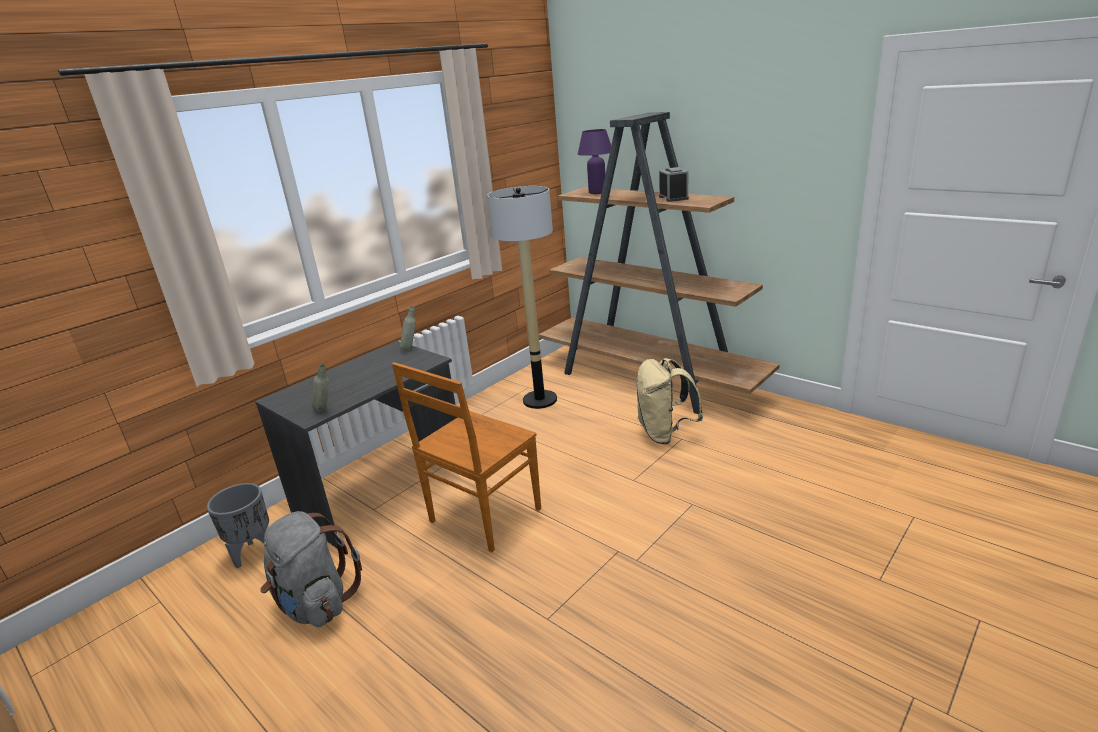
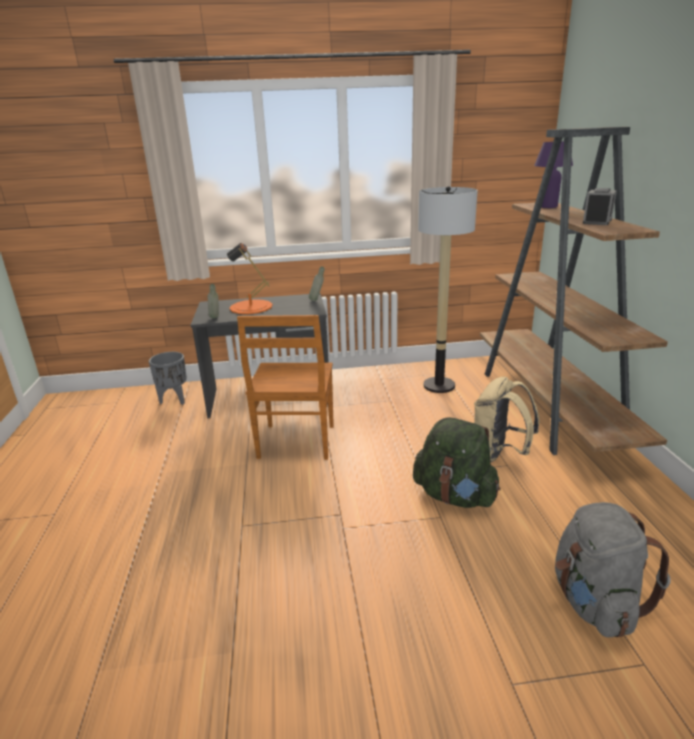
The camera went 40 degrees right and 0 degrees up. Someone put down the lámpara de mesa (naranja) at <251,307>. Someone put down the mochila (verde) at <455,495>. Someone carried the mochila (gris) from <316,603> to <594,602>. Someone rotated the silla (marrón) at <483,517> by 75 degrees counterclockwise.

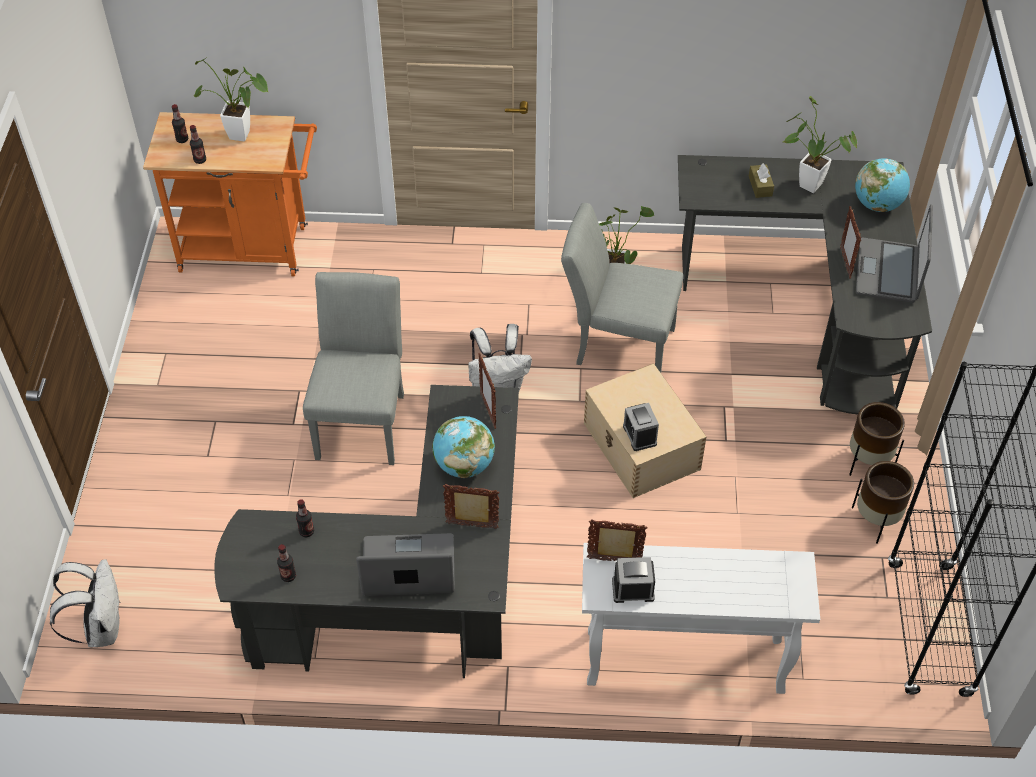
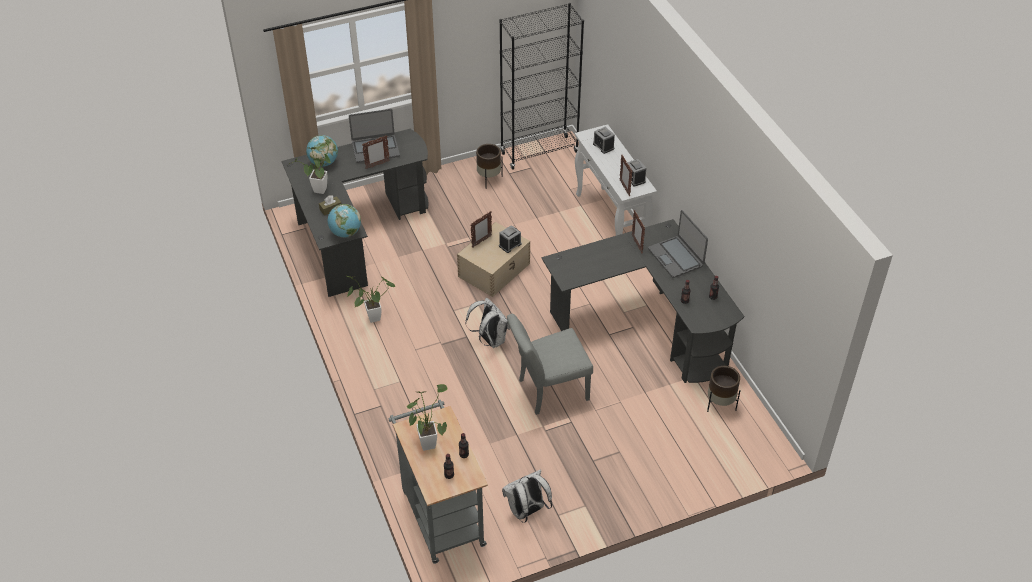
The camera went 115 degrees left and 5 degrees down. Someone took away the silla (gris) at <616,345>. Someone put down the despertador at <603,146>. Someone carried the mochila (blanco) from <101,627> to <527,511>. Someone carried the globo terráqueo from <464,465> to <345,233>. Someone carried the portarretratos from <488,410> to <481,241>. Someone carried the maceta (marrón) from <868,462> to <720,404>. Someone repainted the carrito (naranja) at <252,248>, which became the carrito (gris) at <440,513>.

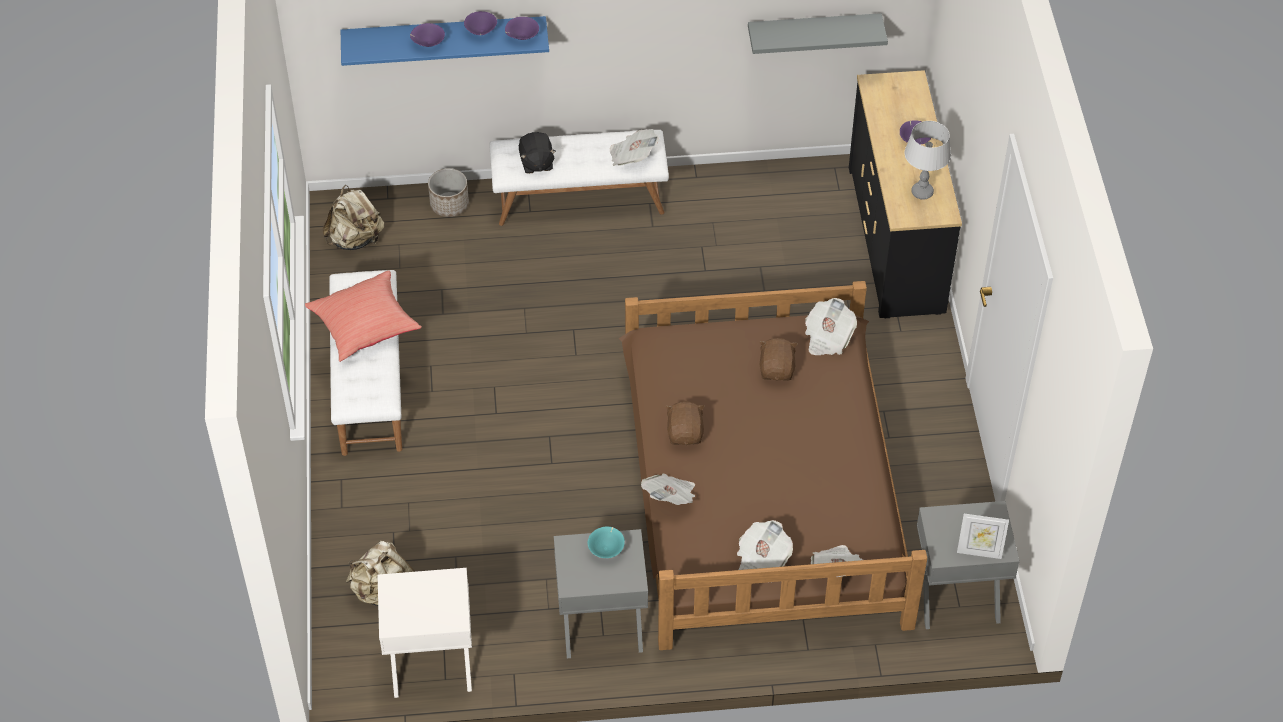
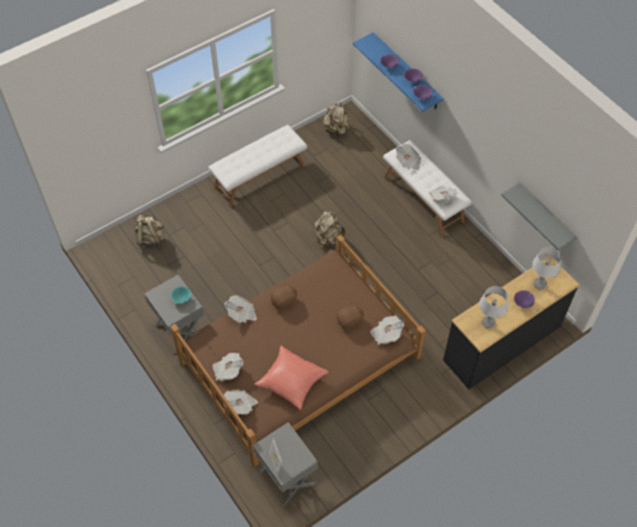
The camera went 60 degrees right and 5 degrees up. Someone took away the mesita de noche (blanco) at <431,664>. Someone took away the maceta at <450,204>. Someone put down the mochila (beis) at <328,238>. Someone put down the lámpara de mesa (gris) at <539,284>. Someone carried the cojín (rojo) from <365,327> to <291,383>. Someone swapped the peluche (negro) at <536,163> for the periódico at <408,162>.

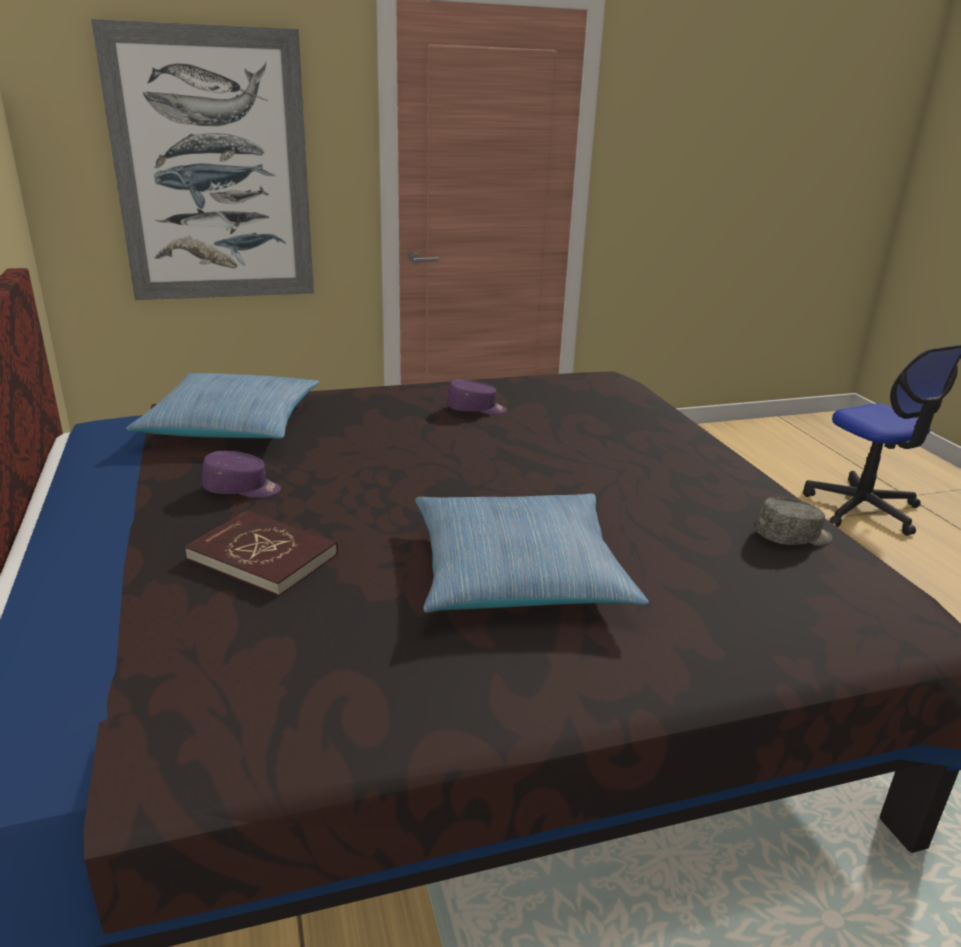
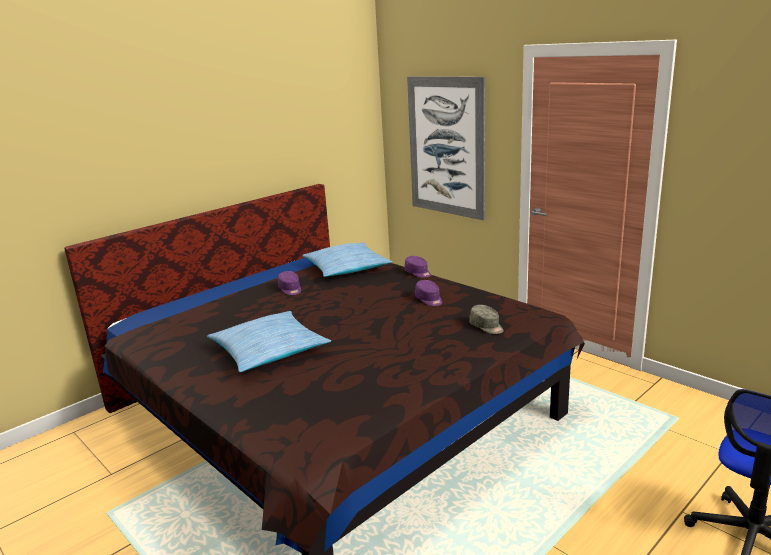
The camera went 65 degrees right and 5 degrees down. Someone took away the libro (rojo) at <263,556>. Someone put down the gorra (morado) at <418,273>. Someone carried the gorra (gris) from <793,537> to <486,327>.

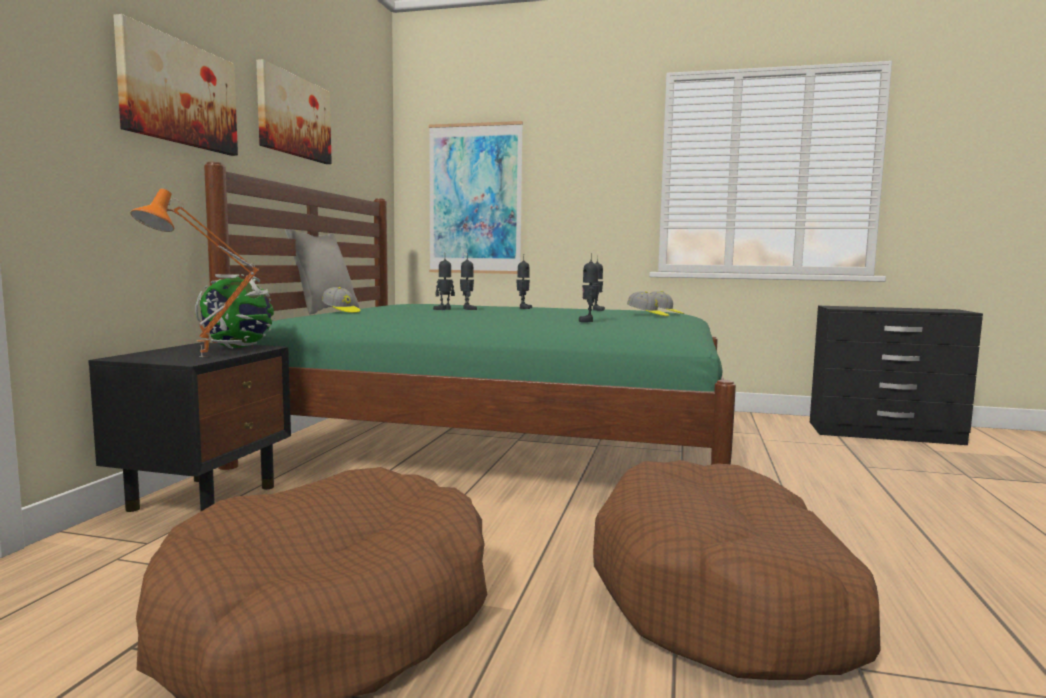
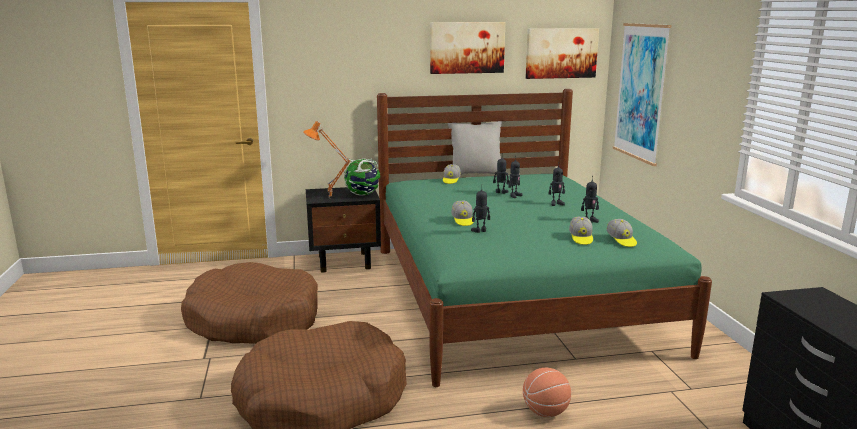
The camera went 65 degrees right and 10 degrees up. Someone put down the gorra at <462,220>. Someone put down the balón de baloncesto at <545,412>. Someone carried the cuadro from <178,93> to <561,53>.

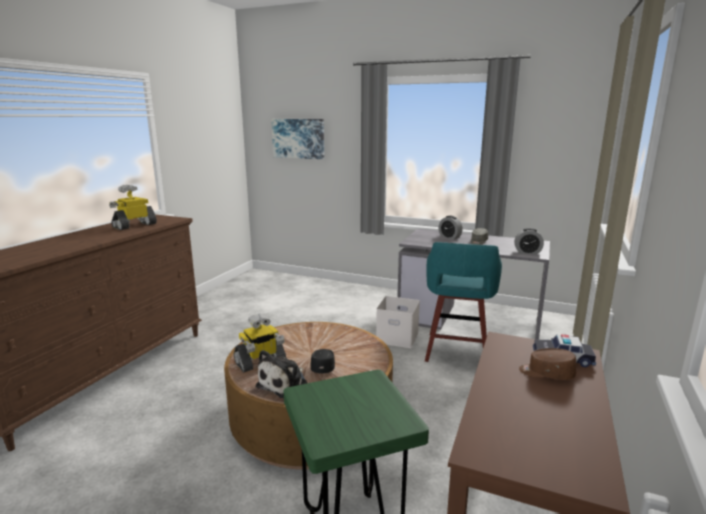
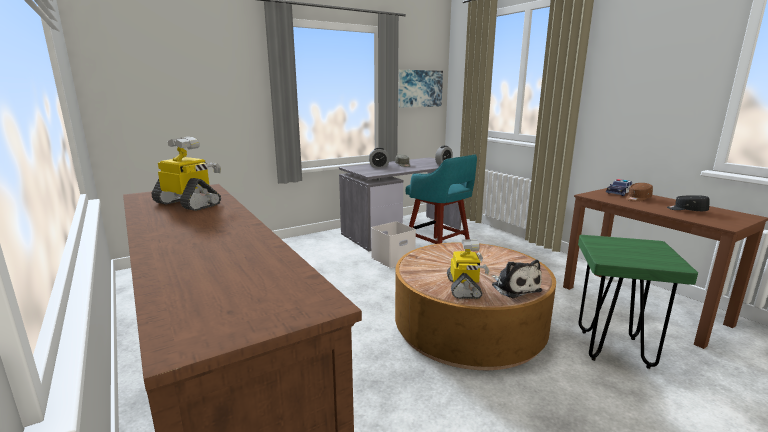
The camera went 55 degrees left and 0 degrees up. Someone carried the cuadro from <298,138> to <419,88>. Someone carried the gorra (negro) from <323,366> to <686,210>. Someone rotated the robot de juguete at <134,225> by 135 degrees clockwise.

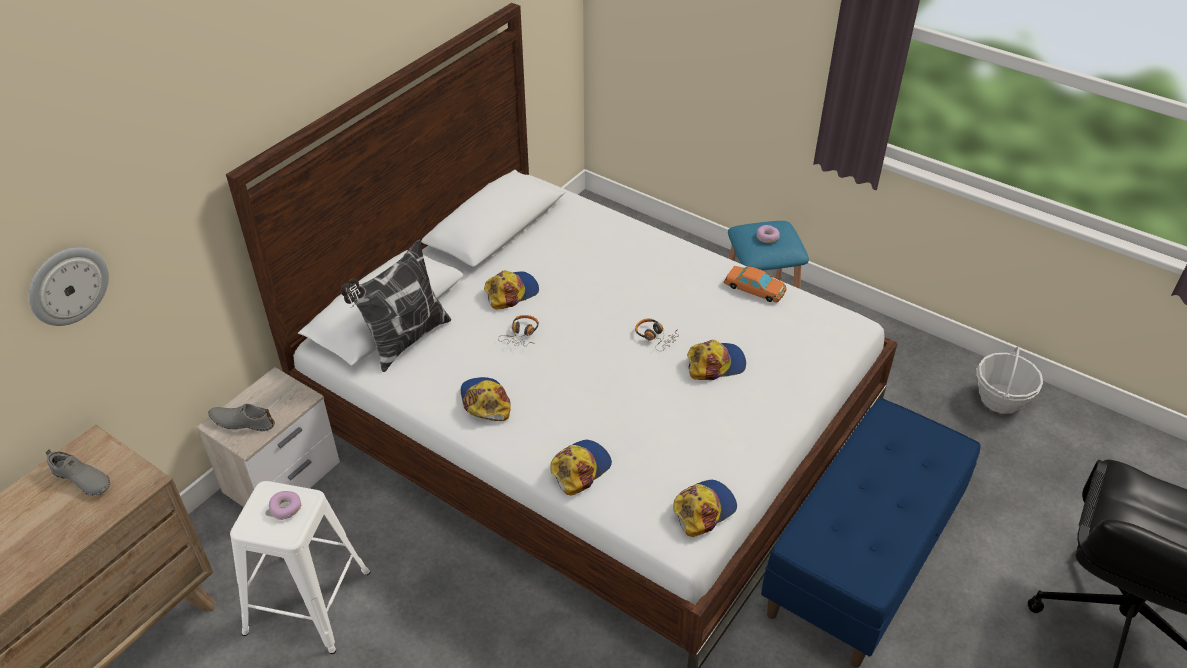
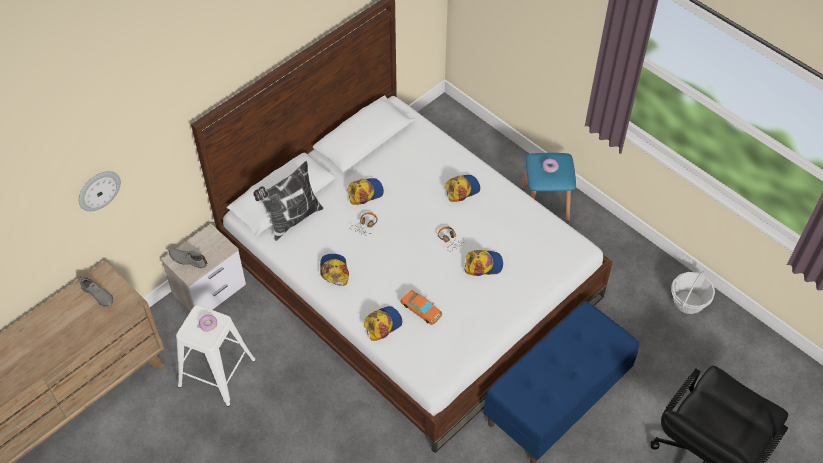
The camera went 10 degrees right and 10 degrees up. Someone carried the gorra from <703,509> to <462,189>. Someone carried the coche de juguete (naranja) from <755,288> to <421,309>.

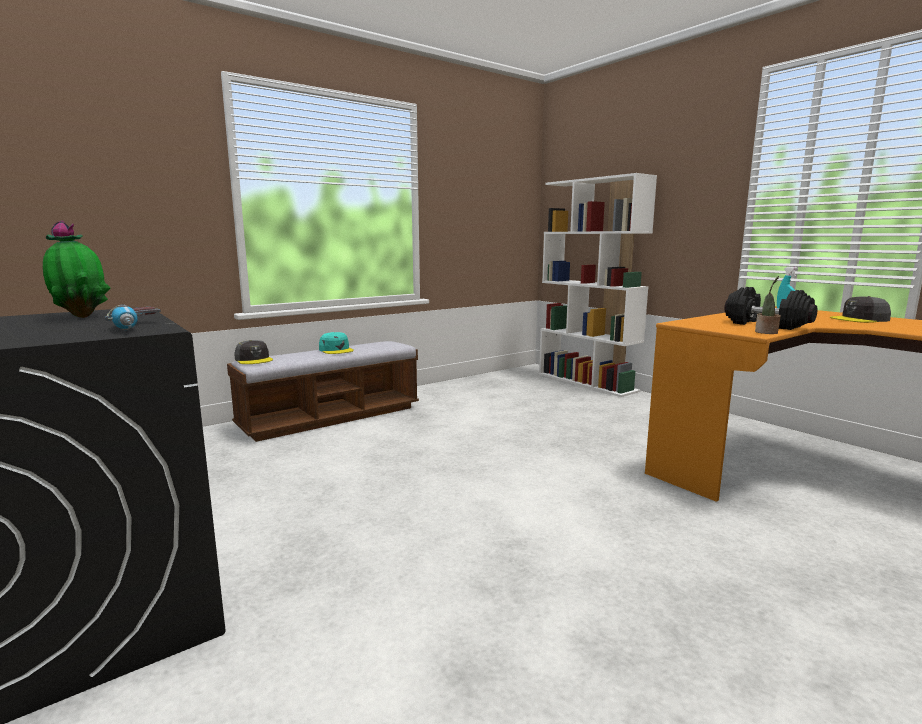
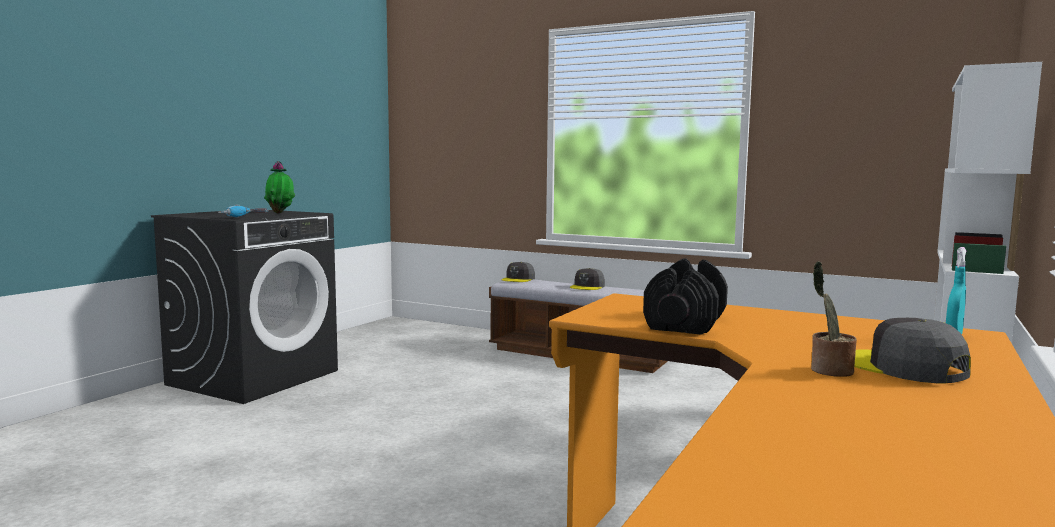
The camera went 65 degrees right and 5 degrees down. Someone carried the planta en maceta from <766,332> to <829,371>. Someone repainted the gorra (turquesa) at <336,350>, which became the gorra (gris) at <587,286>.

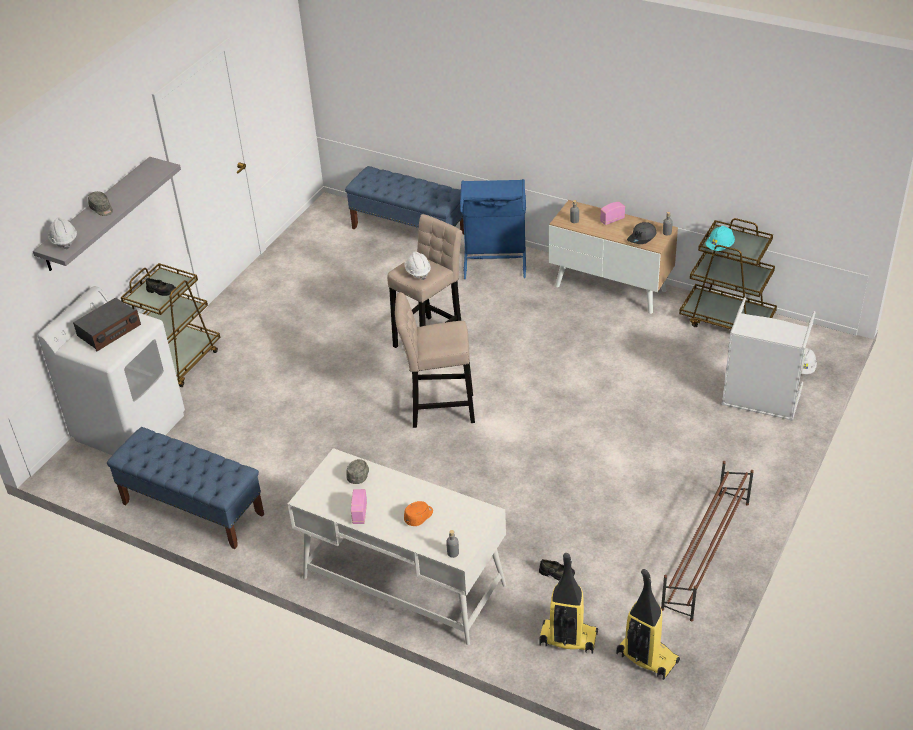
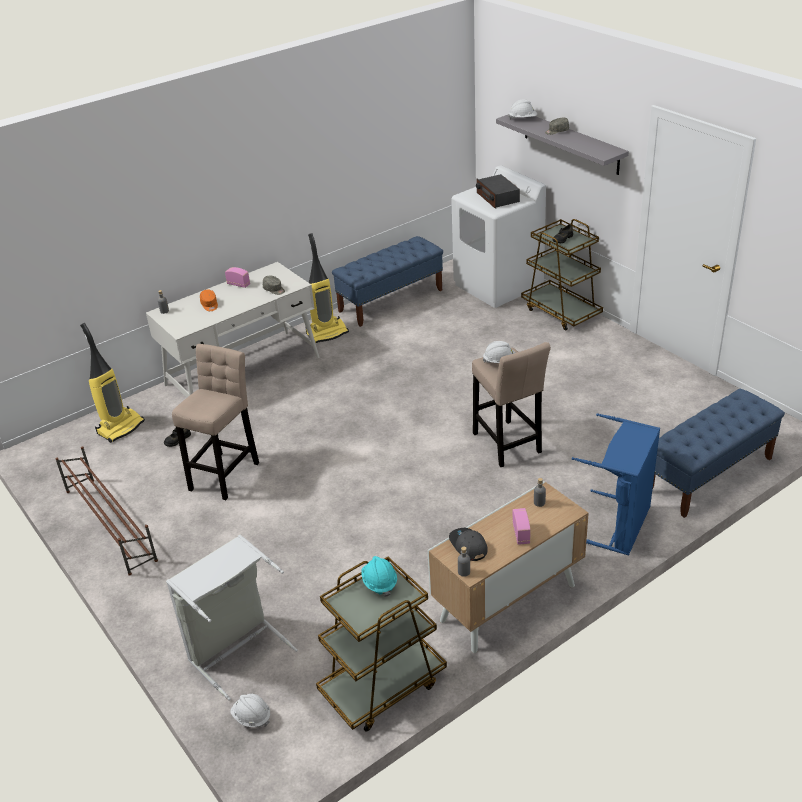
The camera went 115 degrees right and 5 degrees down. Someone carried the taburete (beis) from <438,409> to <226,473>. Someone carried the aspiradora from <646,658> to <327,333>.

